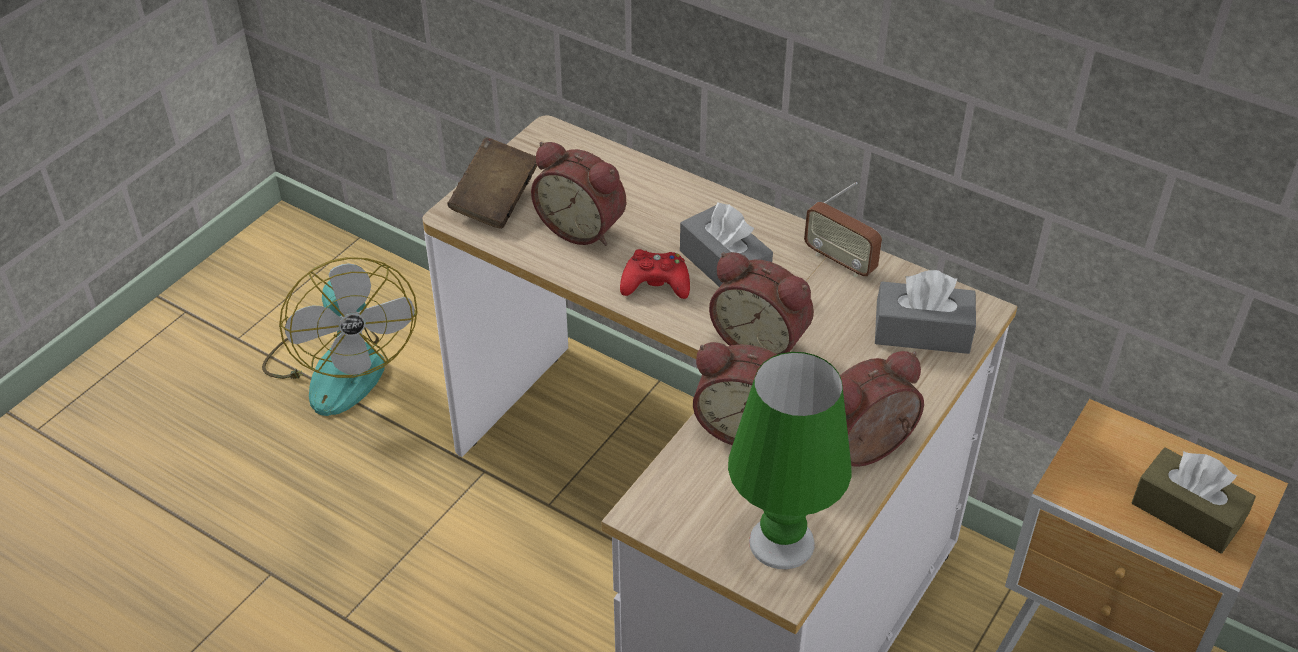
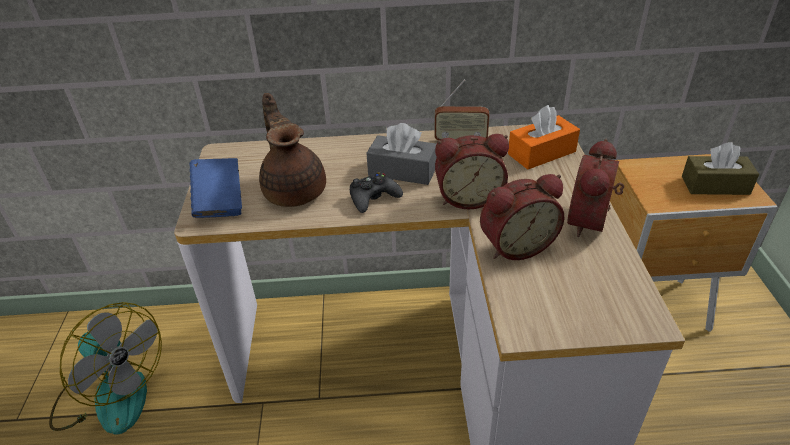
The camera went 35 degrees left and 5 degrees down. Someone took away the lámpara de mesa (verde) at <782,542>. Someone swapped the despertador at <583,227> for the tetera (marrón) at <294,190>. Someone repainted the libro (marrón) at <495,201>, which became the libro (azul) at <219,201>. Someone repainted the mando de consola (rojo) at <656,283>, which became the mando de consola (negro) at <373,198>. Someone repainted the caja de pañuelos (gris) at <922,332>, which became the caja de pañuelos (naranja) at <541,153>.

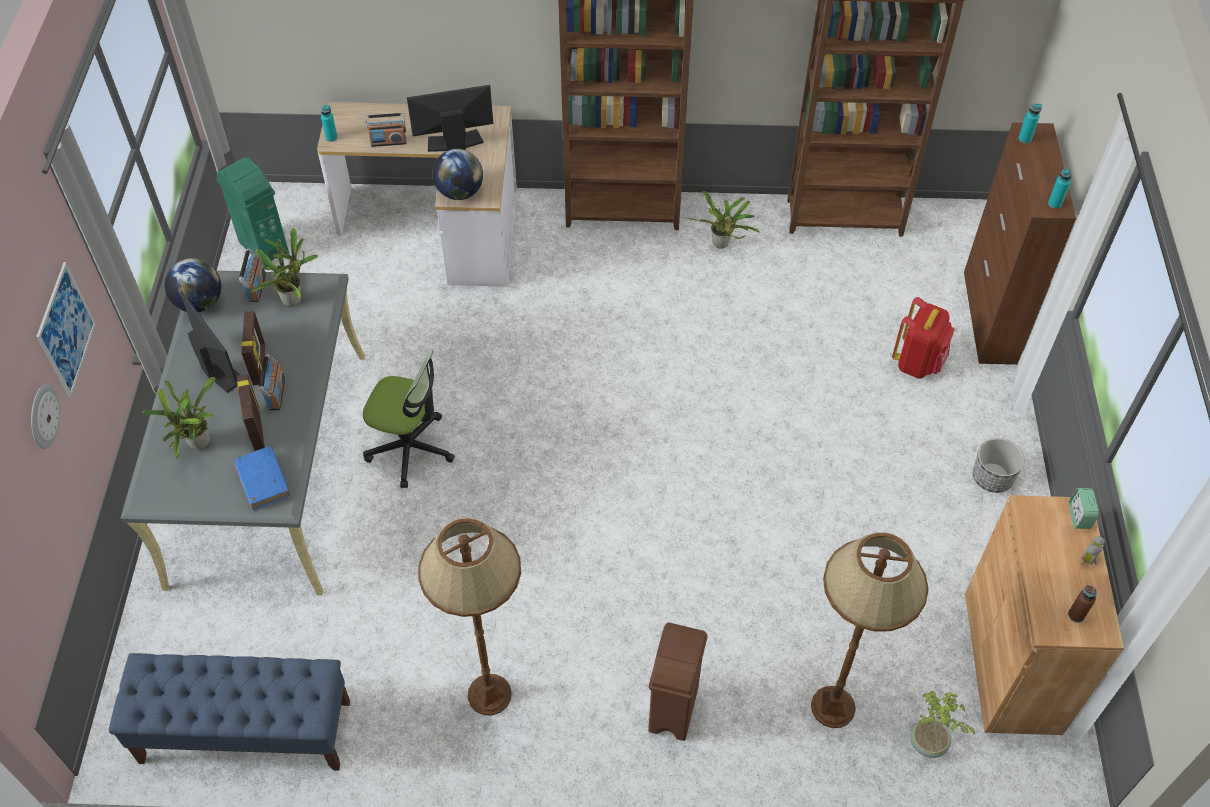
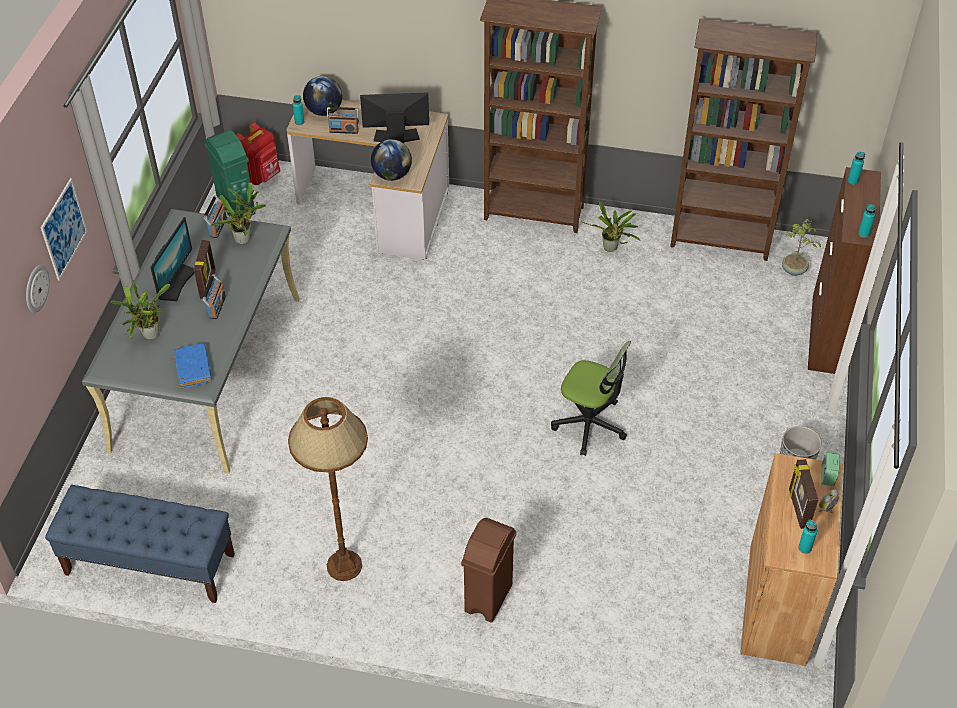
The camera went 10 degrees right and 5 degrees down. Someone took away the lámpara de pie (marrón) at <833,706>. Someone carried the globo terráqueo from <199,303> to <324,111>. Someone carried the portarretratos from <256,429> to <798,508>. Someone carried the silla de oficina from <410,448> to <589,424>. Someone carried the mochila (rojo) from <918,362> to <262,176>. Someone carried the planta en maceta from <927,744> to <793,271>. Someone repainted the botella (marrón) at <1076,615>, which became the botella (turquesa) at <804,548>. Someone rotated the monitor at <218,368> by 45 degrees clockwise.

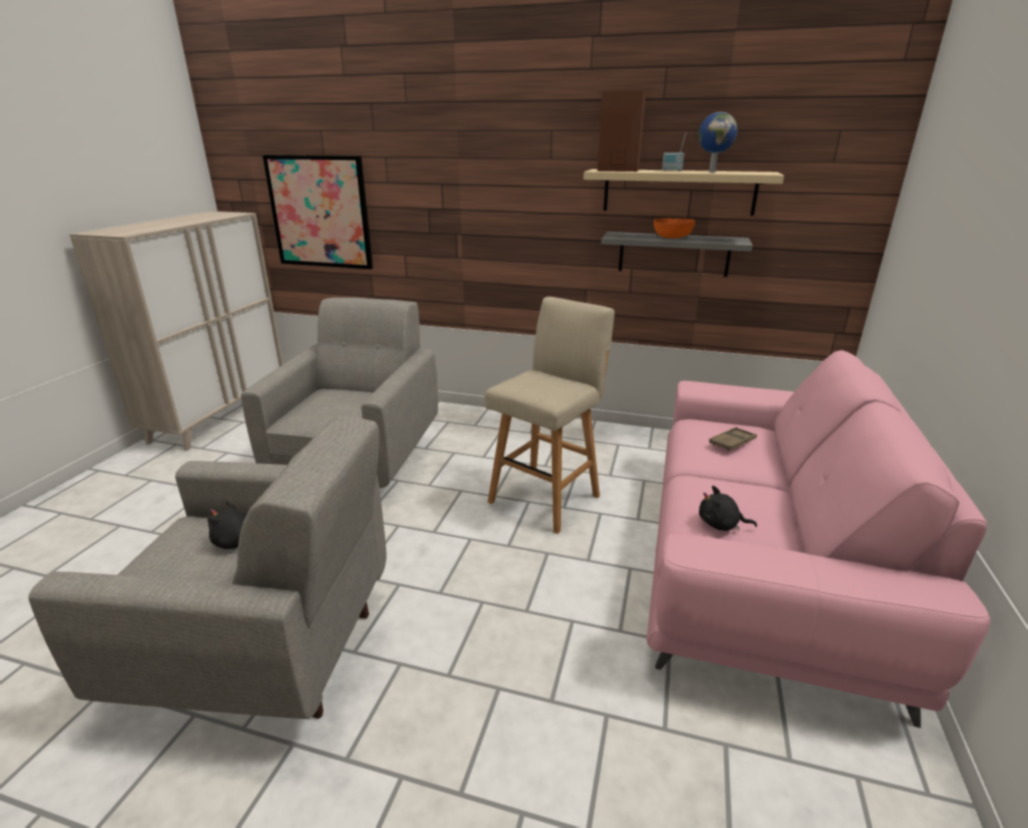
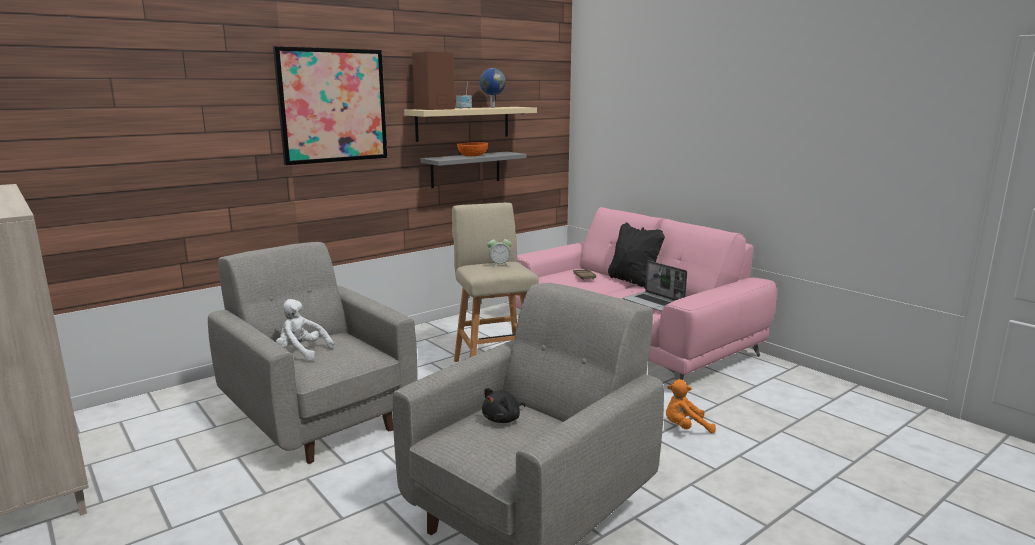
The camera went 55 degrees left and 10 degrees down. Someone put down the peluche (blanco) at <302,352>. Someone put down the despertador at <499,265>. Someone put down the cojín (negro) at <633,281>. Someone put down the peluche (naranja) at <685,428>. Someone carried the cuadro from <320,212> to <333,105>. Someone swapped the peluche (negro) at <721,524> for the portátil at <654,303>.

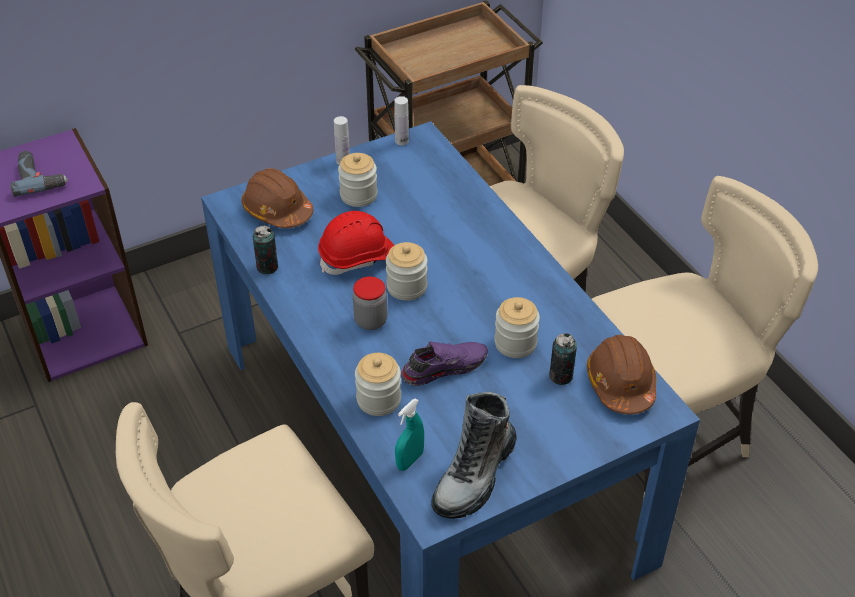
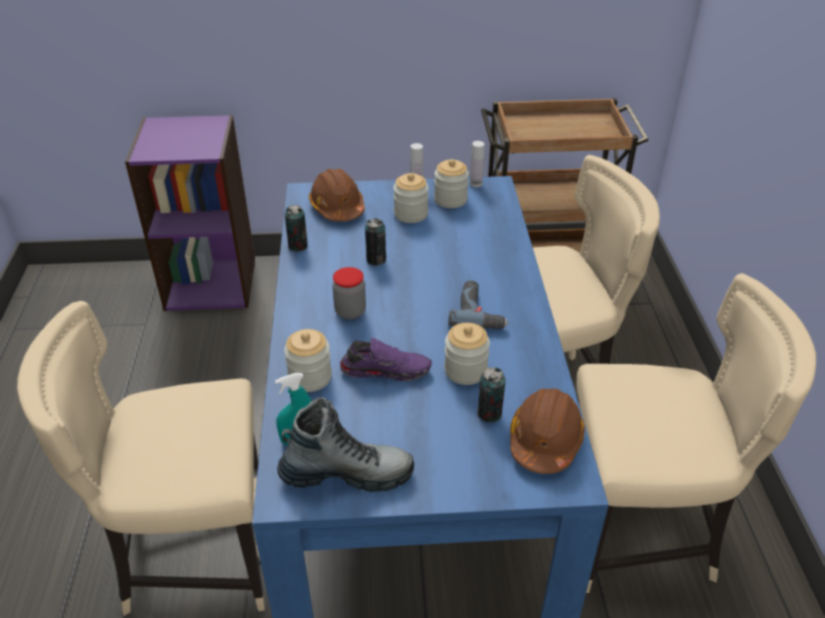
The camera went 25 degrees right and 5 degrees down. Someone carried the taladro from <40,177> to <479,312>. Someone carried the tarro from <407,287> to <450,199>. Someone swapped the casco (rojo) at <358,257> for the lata at <376,260>. Someone rotated the bota at <475,475> by 150 degrees counterclockwise.

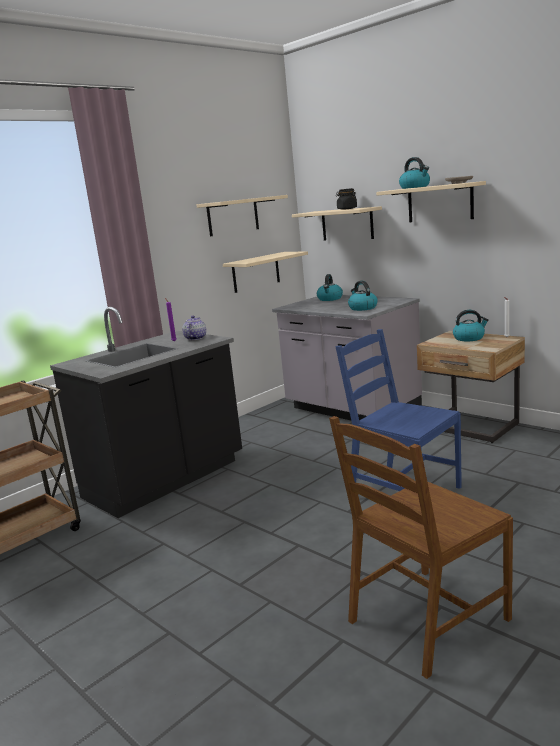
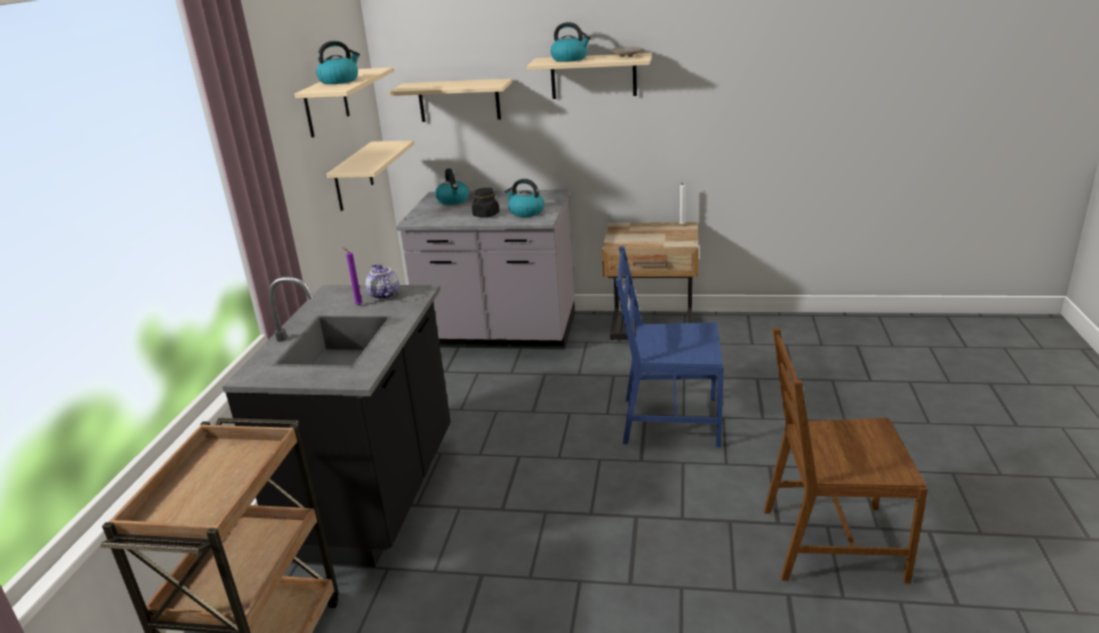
The camera went 35 degrees left and 10 degrees up. Someone carried the tarro (negro) from <347,209> to <486,215>. Someone carried the hervidor from <469,338> to <339,81>. Someone rotated the silla (marrón) at <426,620> by 75 degrees clockwise.

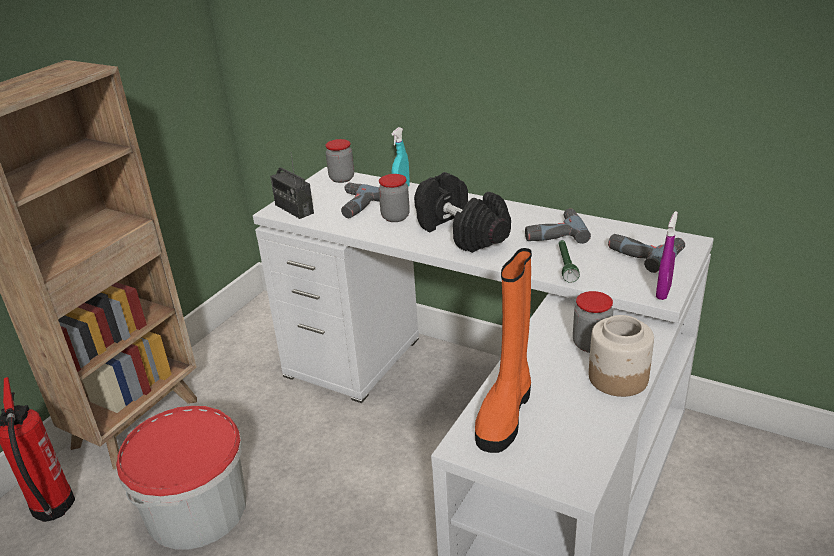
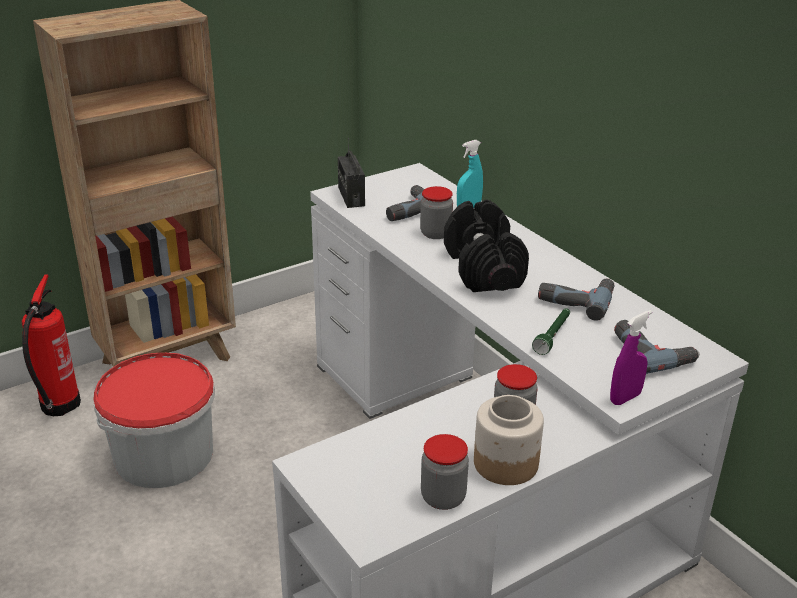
The camera went 25 degrees right and 0 degrees up. Someone took away the bota (naranja) at <505,413>. Someone carried the tarro from <342,178> to <443,498>.

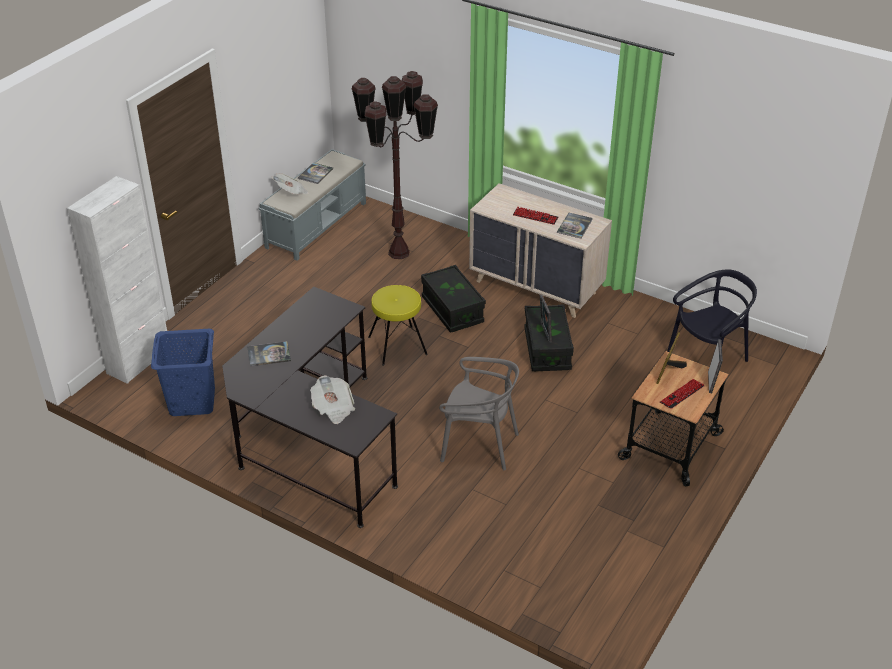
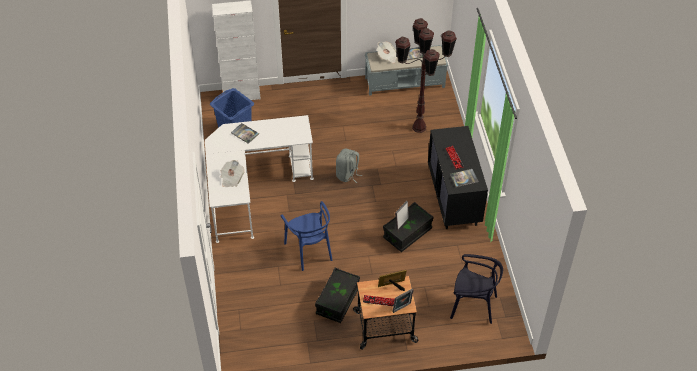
The camera went 50 degrees right and 10 degrees up. Someone carried the caja de almacenaje (negro) from <452,310> to <337,301>. Someone swapped the taburete (amarillo) at <398,345> for the mochila (gris) at <347,175>. Someone repainted the escritorio (negro) at <310,441>, which became the escritorio (blanco) at <251,188>. Someone repainted the silla (gris) at <479,445>, which became the silla (azul) at <309,250>. Someone repainted the cómoda (beis) at <536,287>, which became the cómoda (negro) at <453,198>.

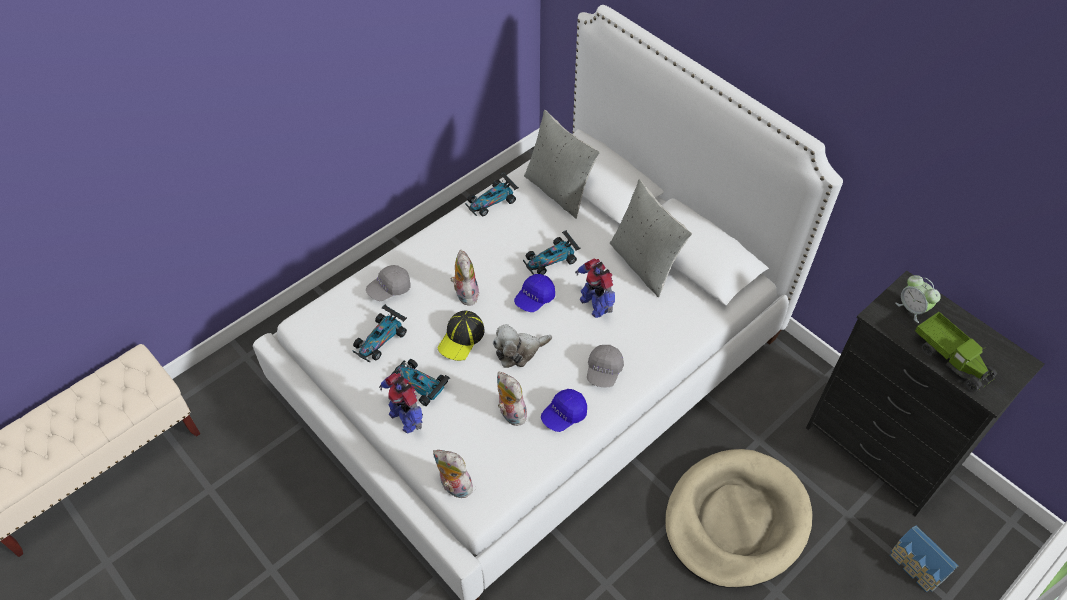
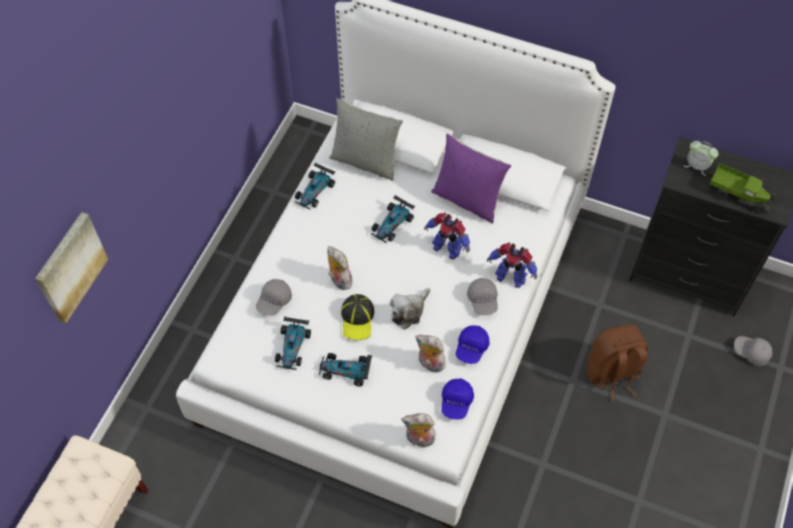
The camera went 25 degrees left and 5 degrees up. Someone put up the cuadro at <70,267>. Someone carried the robot de juguete from <406,417> to <510,277>. Someone carried the gorra (azul) from <534,299> to <456,402>. Someone swapped the cama para perro (beis) at <735,520> for the mochila (marrón) at <612,374>. Someone swapped the casita at <917,566> for the gorra (gris) at <751,352>. Someone repainted the cojín (gris) at <644,264>, which became the cojín (morado) at <467,199>.

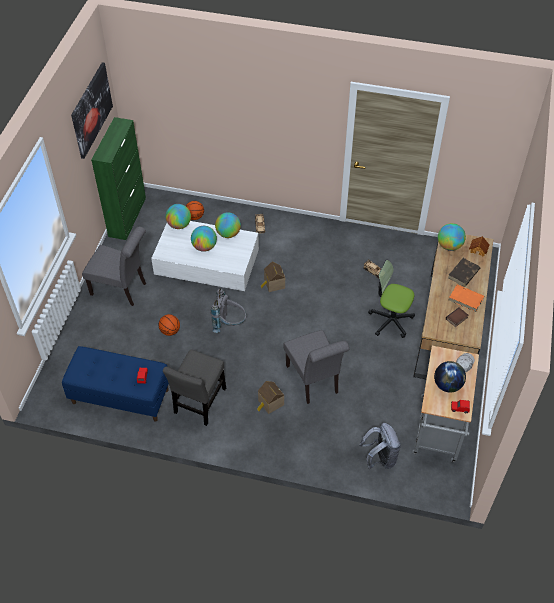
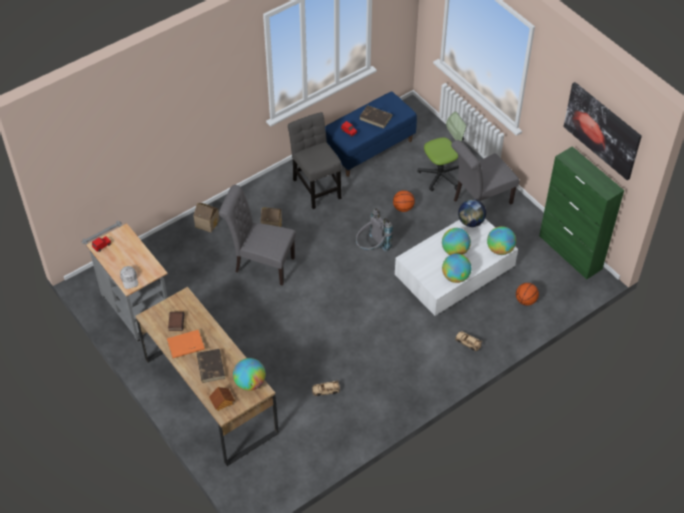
The camera went 130 degrees right and 0 degrees up. Someone took away the mochila (gris) at <380,458>. Someone put down the libro (marrón) at <376,118>. Someone carried the casita from <273,284> to <207,222>. Someone carried the silla de oficina from <390,320> to <441,175>. Someone carried the globo terráqueo from <447,385> to <471,222>.

